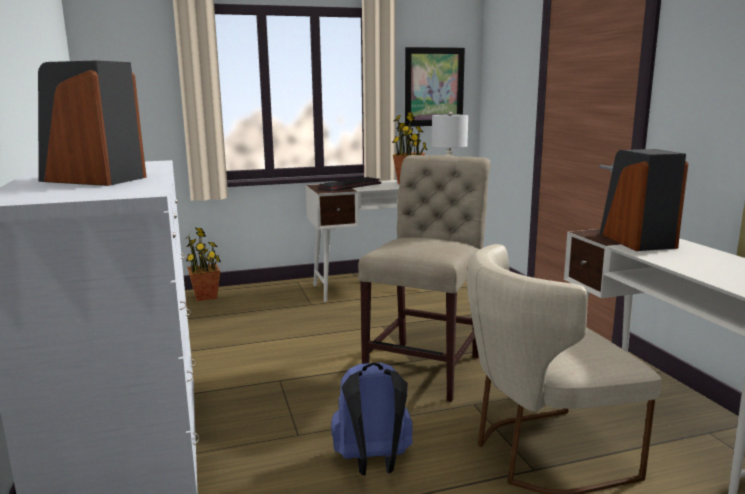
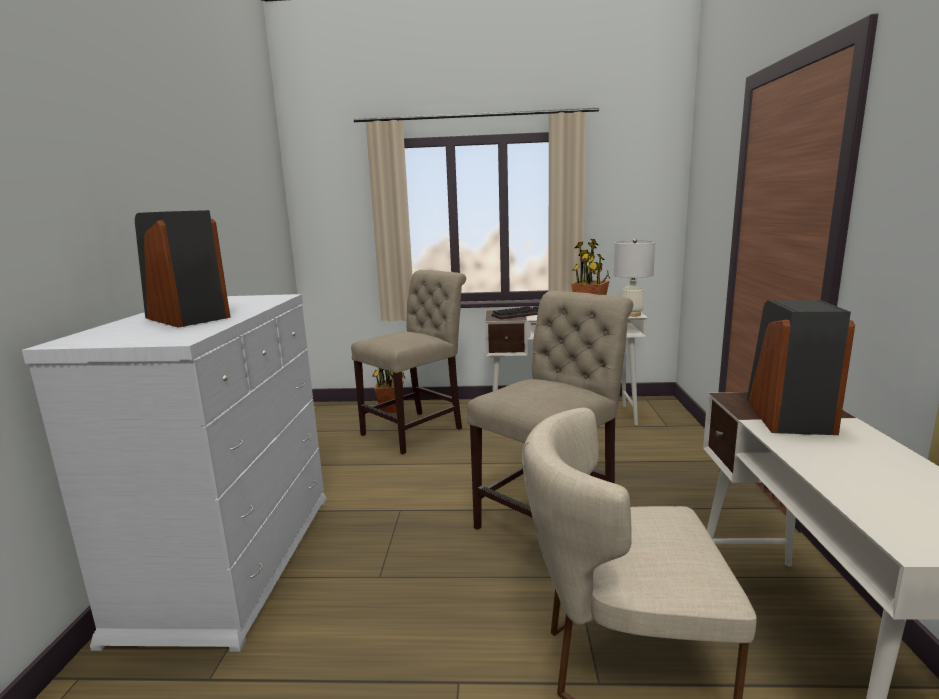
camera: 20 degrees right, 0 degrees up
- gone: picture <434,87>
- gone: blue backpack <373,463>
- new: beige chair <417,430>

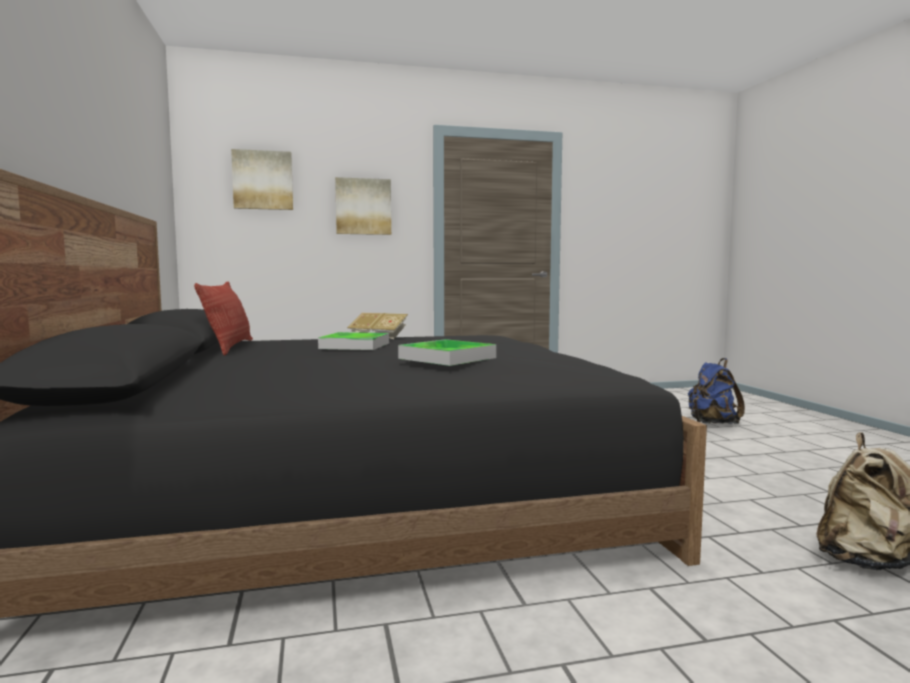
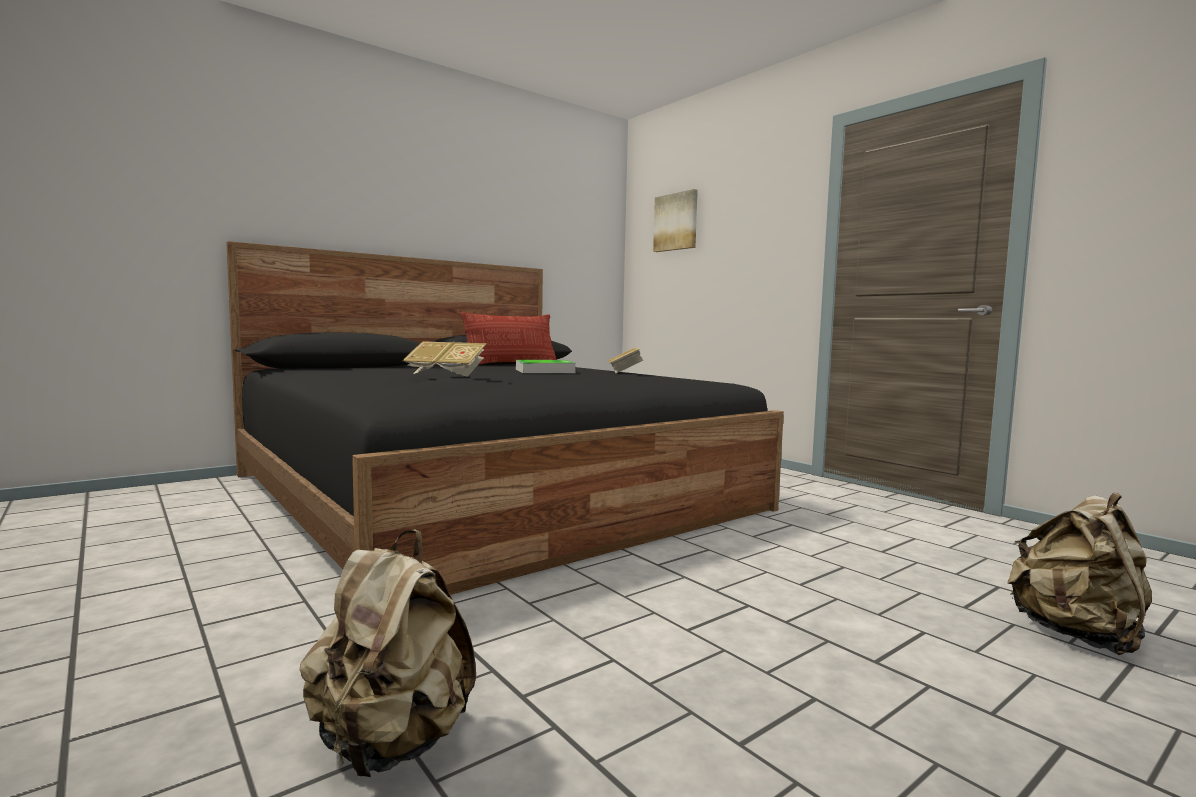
camera: 65 degrees right, 0 degrees up
- gone: picture <363,206>
- swapped: tray <447,358> to book <446,374>
- repainted: blue backpack <712,424> to beige backpack <1077,635>

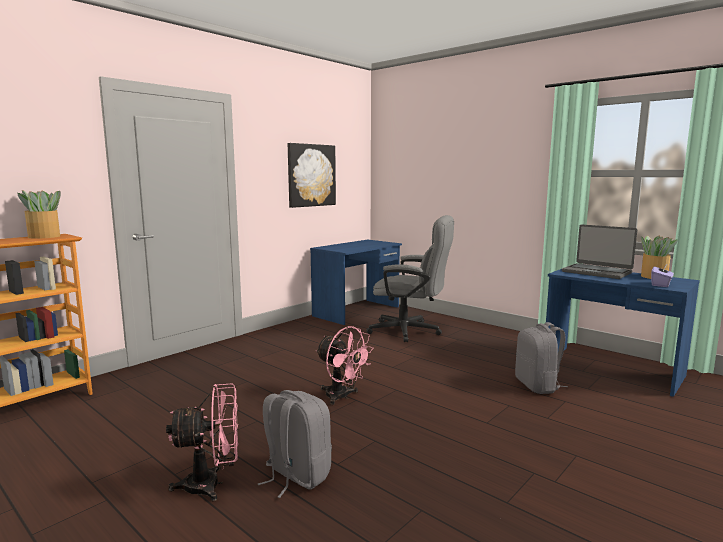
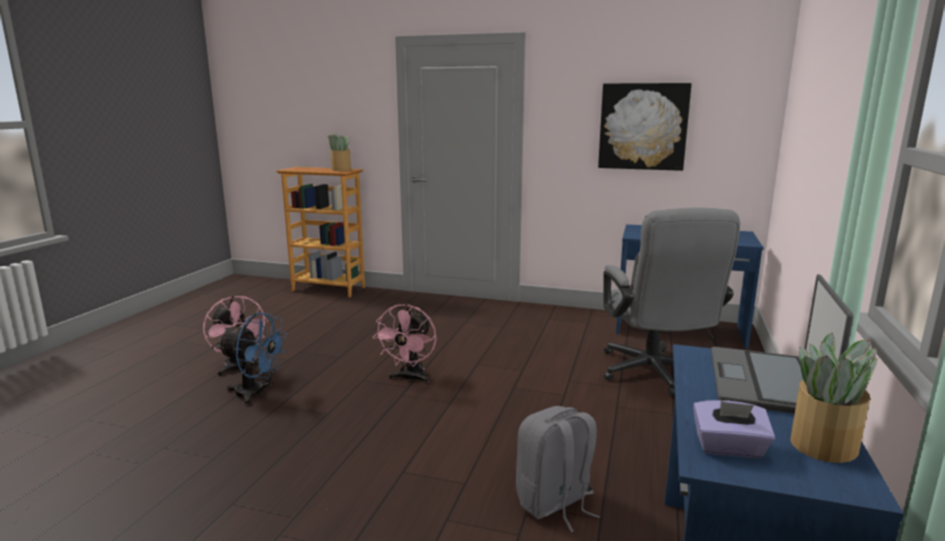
camera: 65 degrees right, 5 degrees up
- swapped: grey backpack <296,476> to blue fan <256,394>

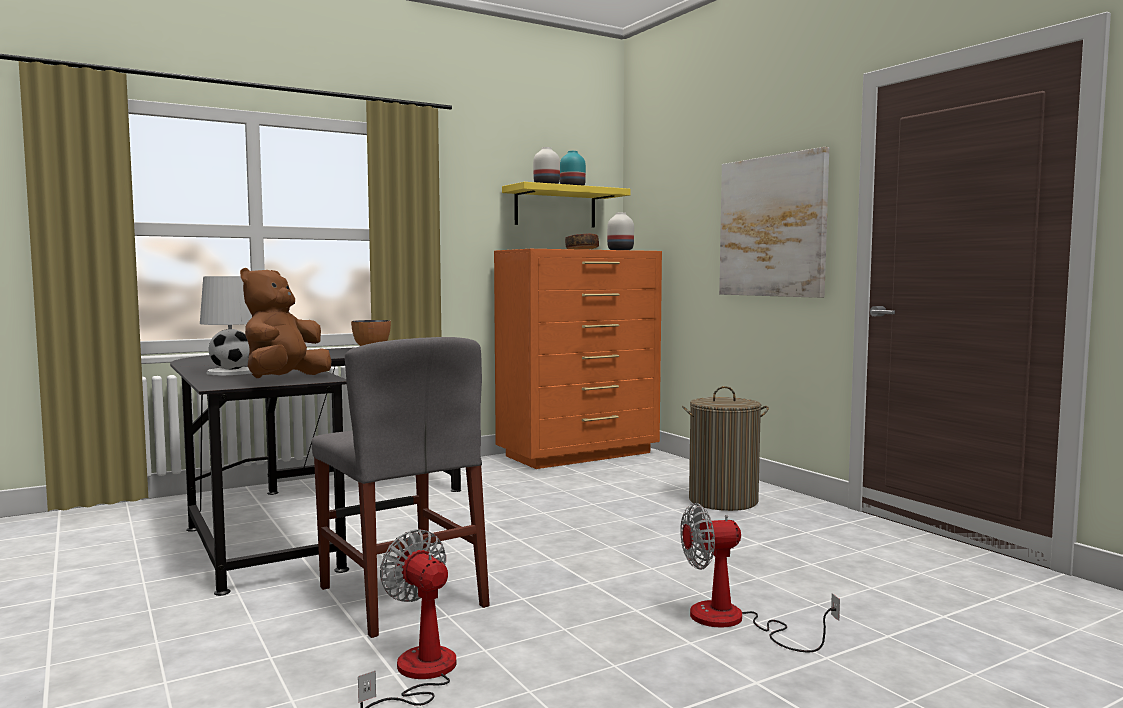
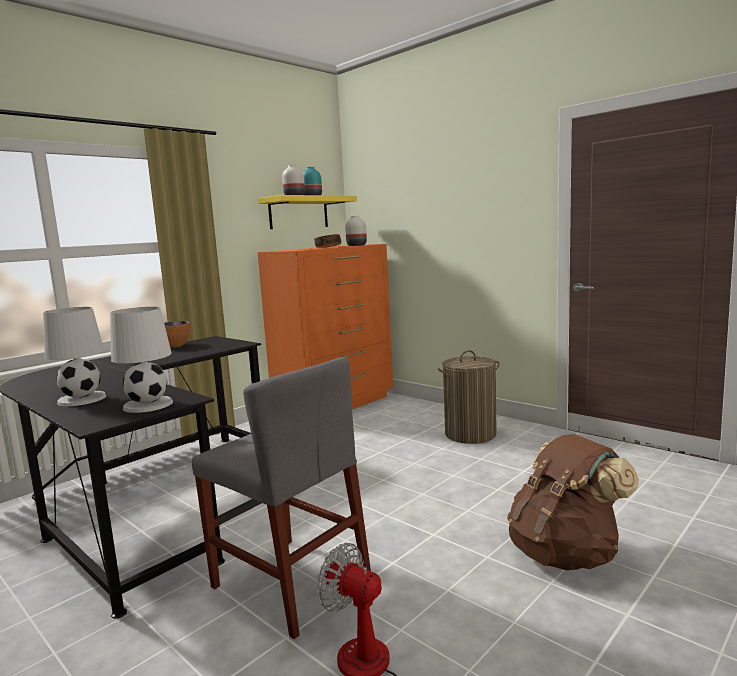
camera: 15 degrees left, 5 degrees up
- gone: picture <772,226>
- swapped: brown plush toy <284,379> to white table lamp <148,405>
- swapped: fan <734,622> to brown backpack <565,554>

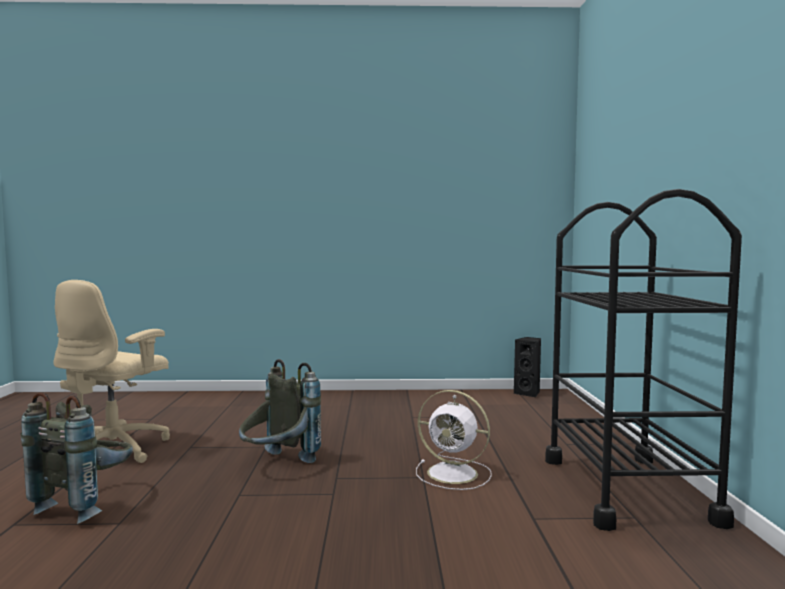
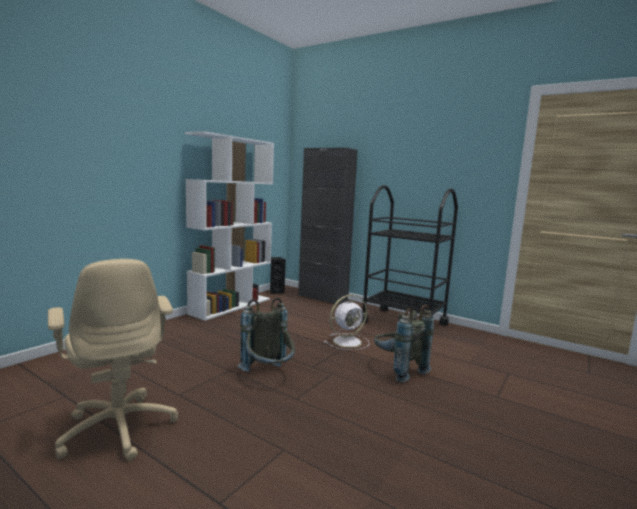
camera: 55 degrees left, 5 degrees up
- shifted: grey backpack <87,503> to <398,370>
- new: white bookcase <231,306>
- new: black cabinet <322,298>

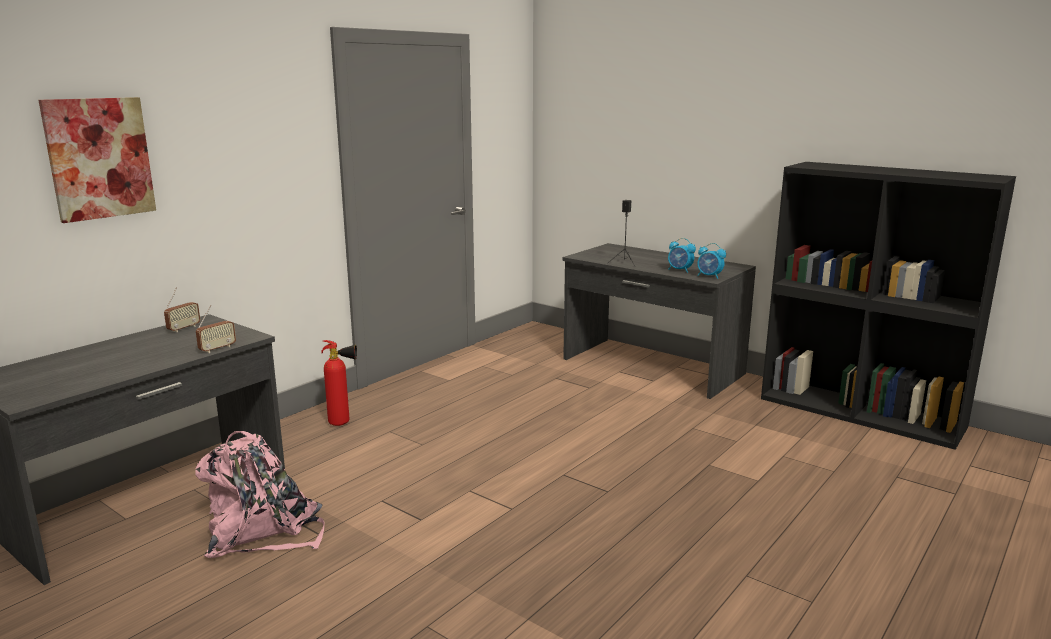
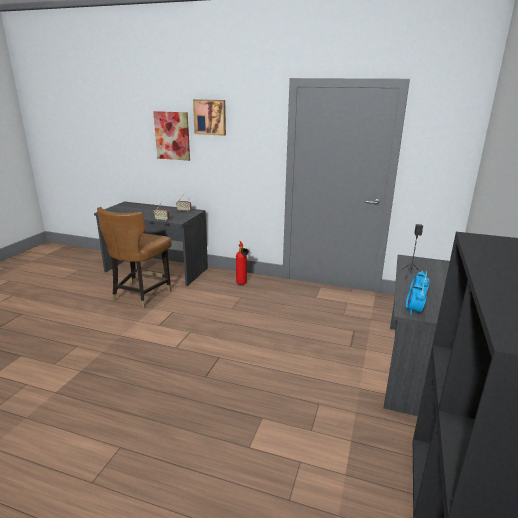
camera: 70 degrees right, 5 degrees up
- swapped: pink backpack <263,533> to brown chair <140,295>
- new: picture <210,117>

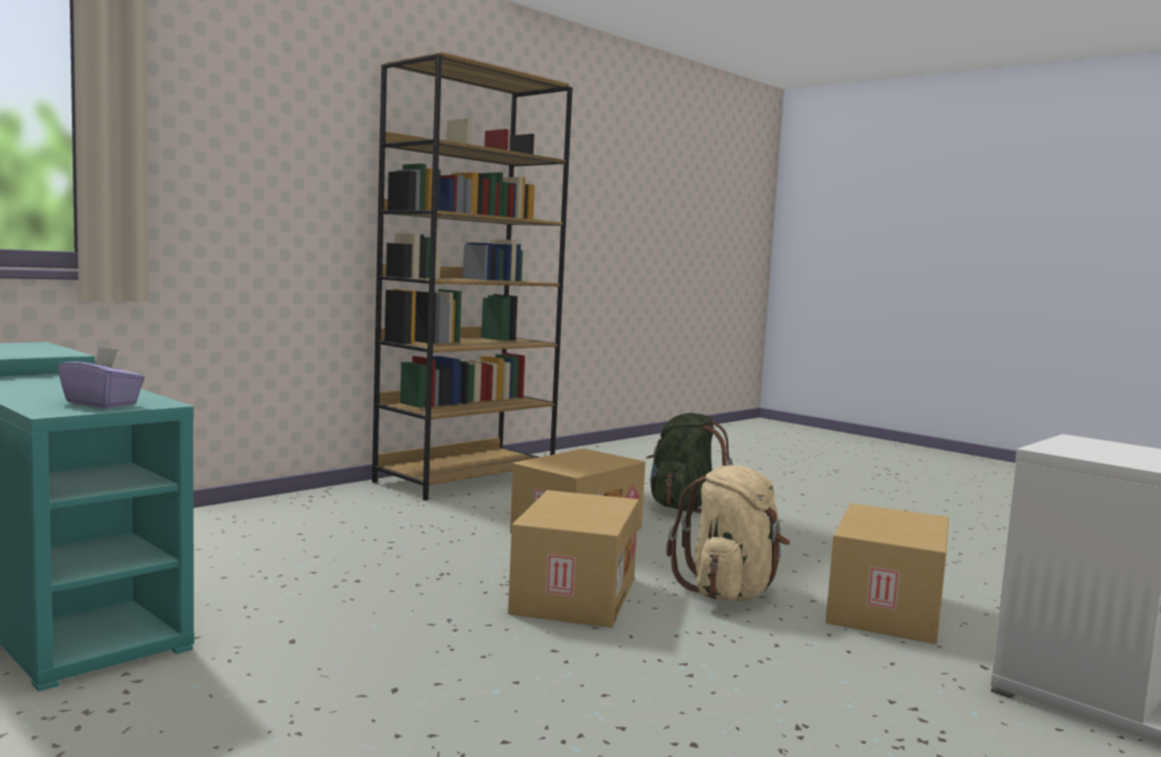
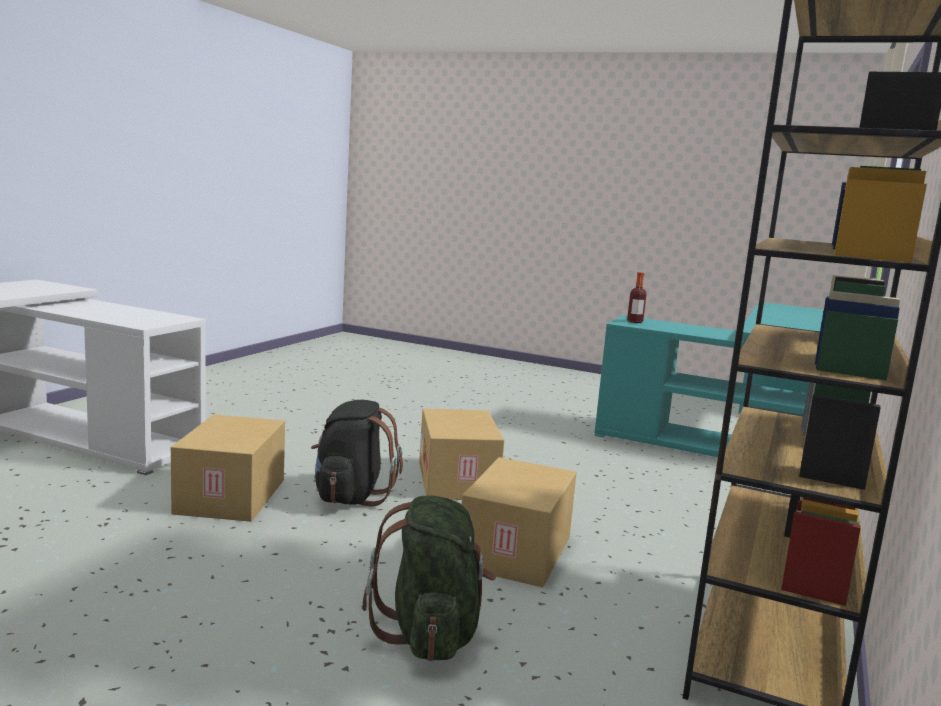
camera: 160 degrees right, 5 degrees up
- swapped: purple tissue box <102,403> to bottle <635,321>
- repainted: beige backpack <730,592> to black backpack <350,496>

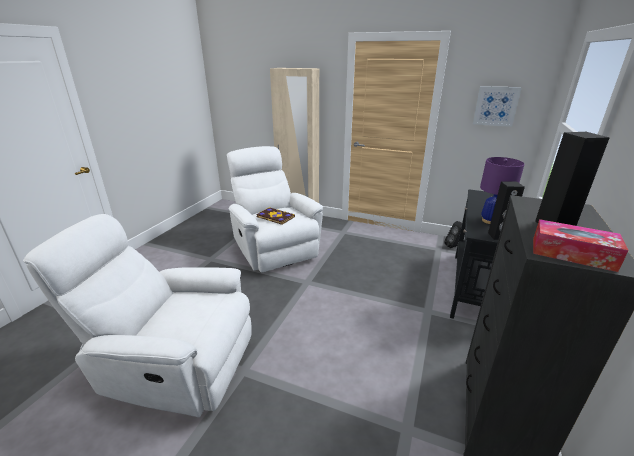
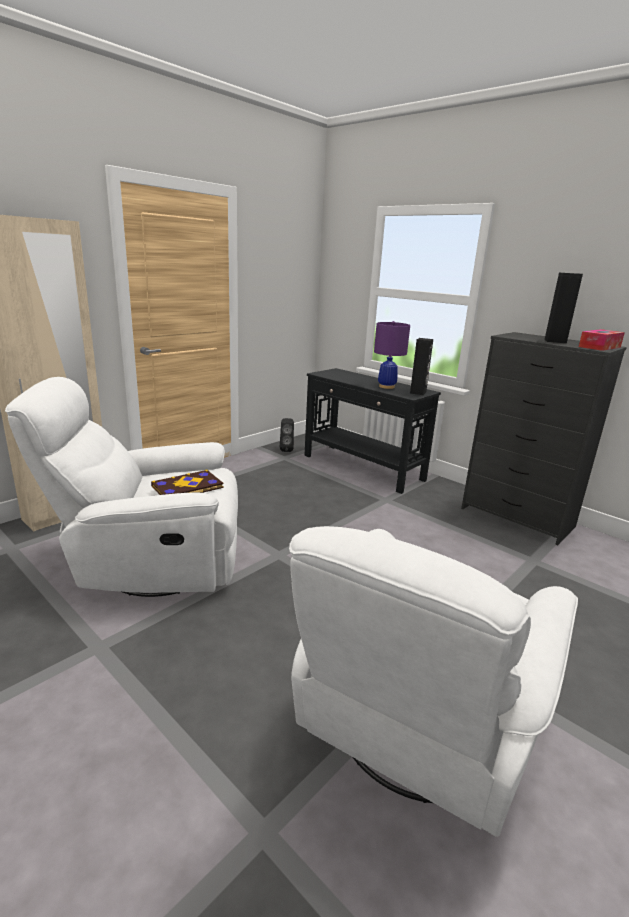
camera: 70 degrees left, 5 degrees down
- gone: picture <496,106>

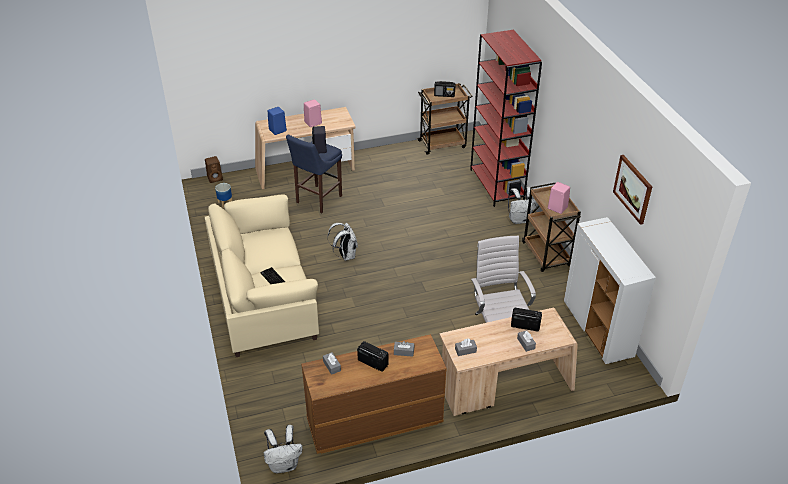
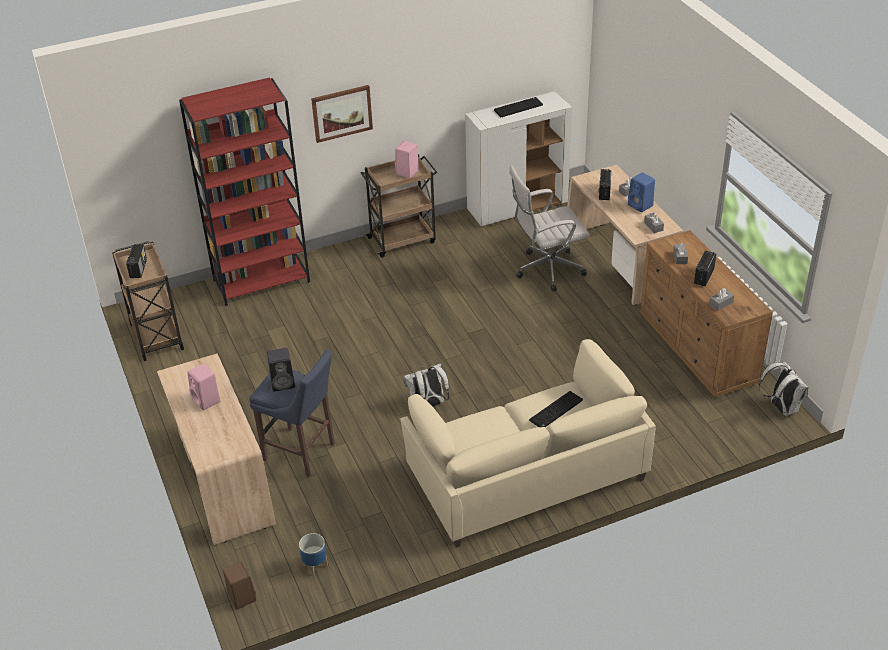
camera: 95 degrees left, 0 degrees up
- shifted: blue speaker <277,130> to <641,206>
- shifted: picture <633,189> to <342,113>
- gone: white backpack <519,219>
- new: keyboard <518,107>

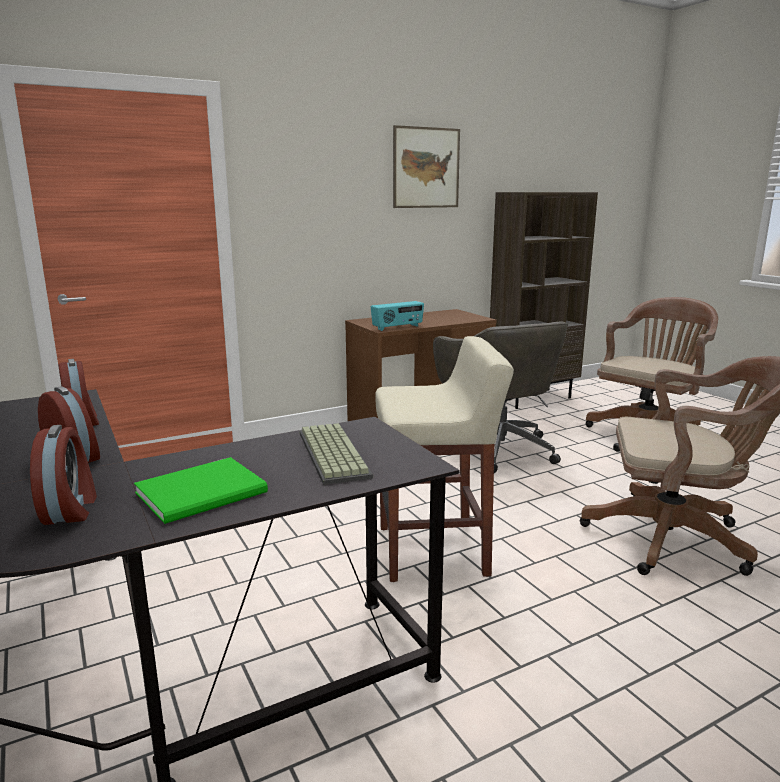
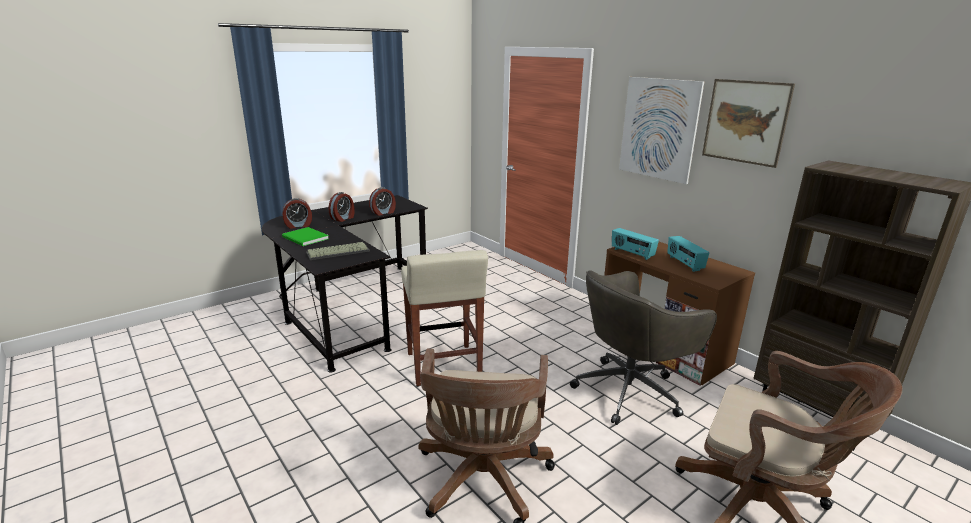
camera: 80 degrees right, 5 degrees up
- new: picture <658,129>
- new: radio <684,263>

